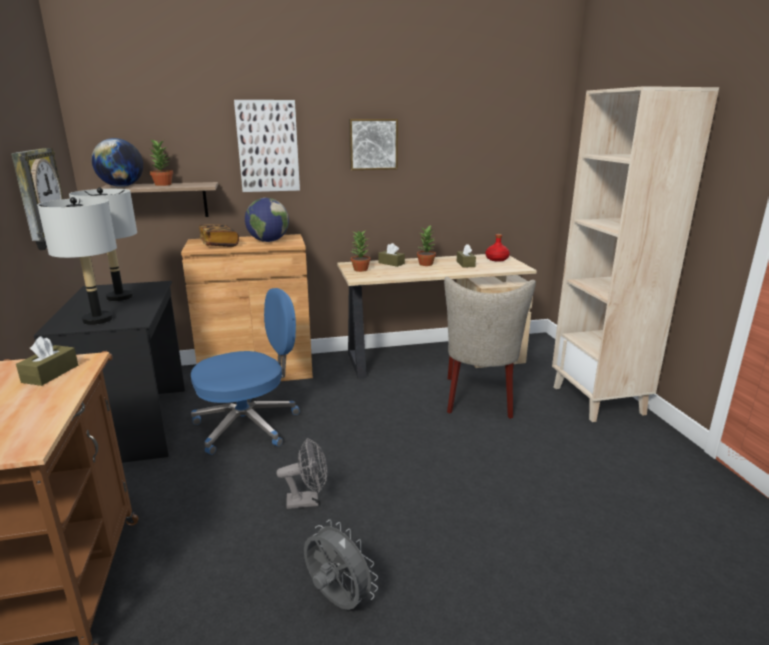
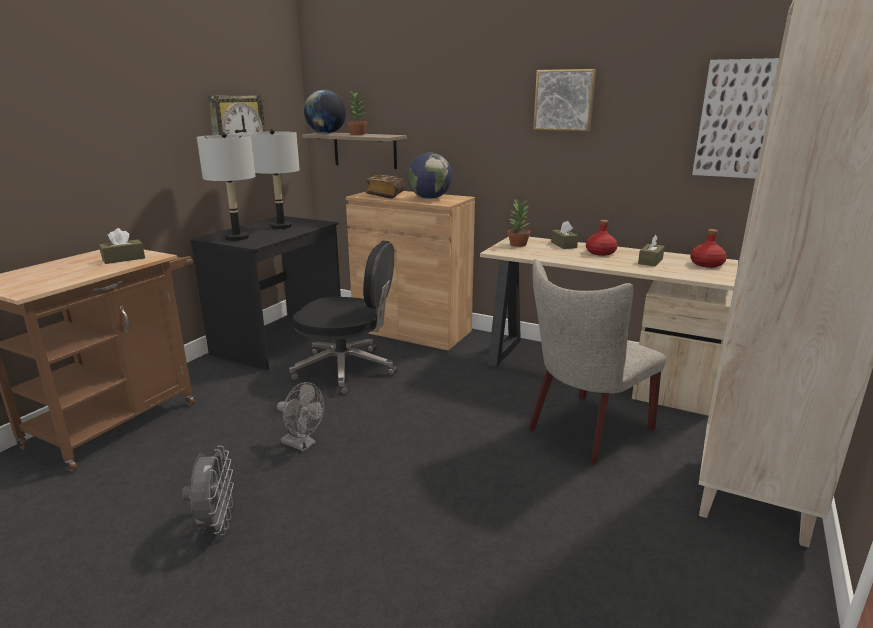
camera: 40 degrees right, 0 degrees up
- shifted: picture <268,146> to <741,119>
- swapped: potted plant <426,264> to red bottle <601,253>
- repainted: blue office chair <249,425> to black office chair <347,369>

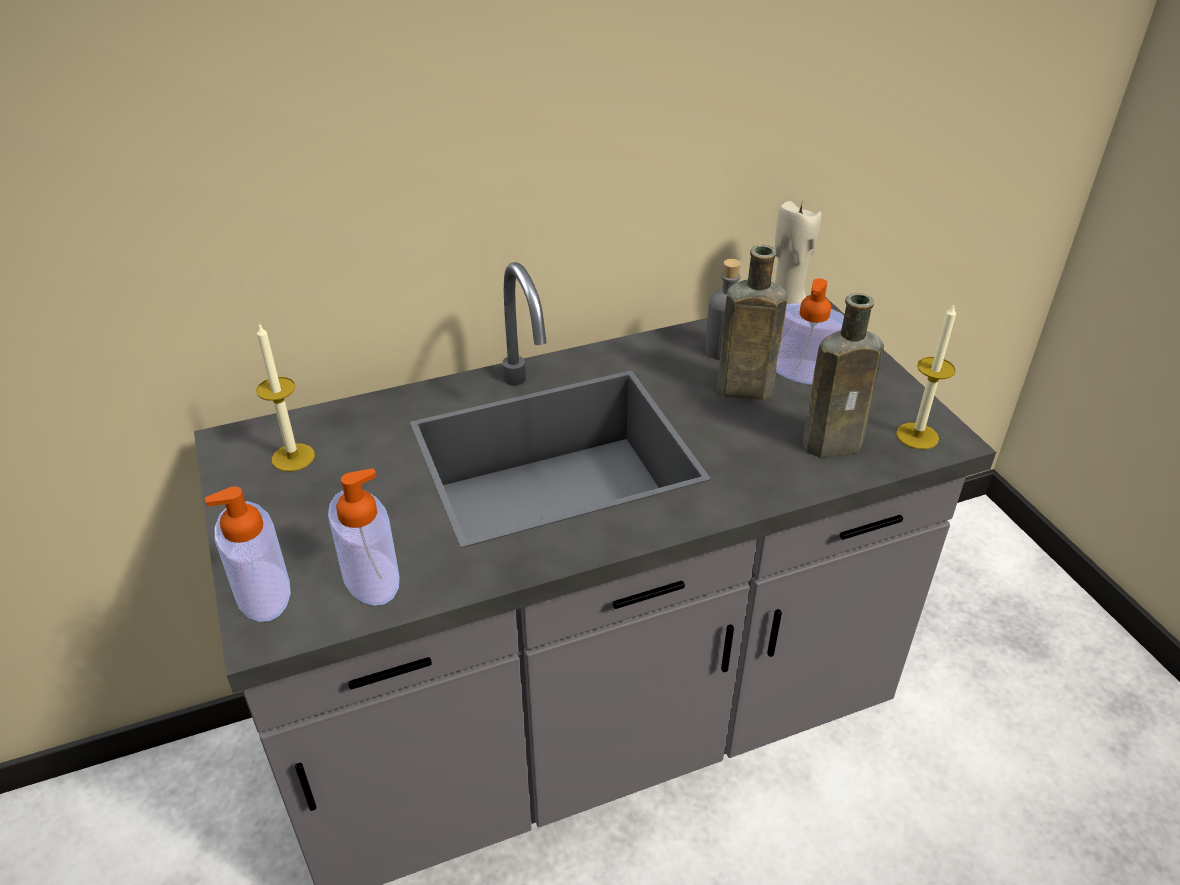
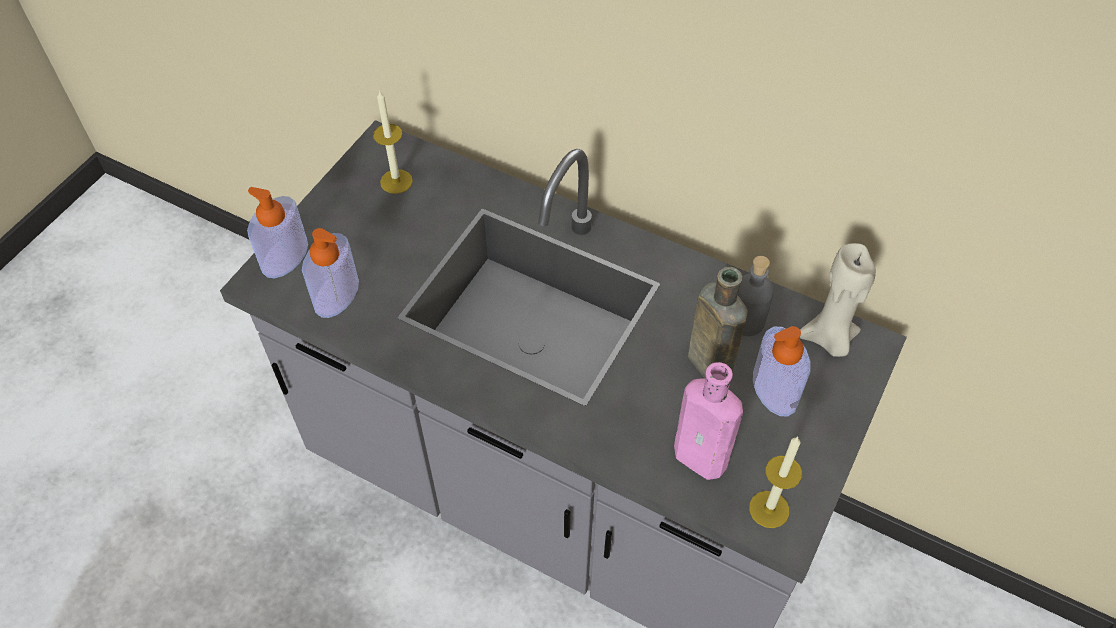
camera: 50 degrees right, 15 degrees up
- repainted: brown bottle <836,443> to pink bottle <703,460>

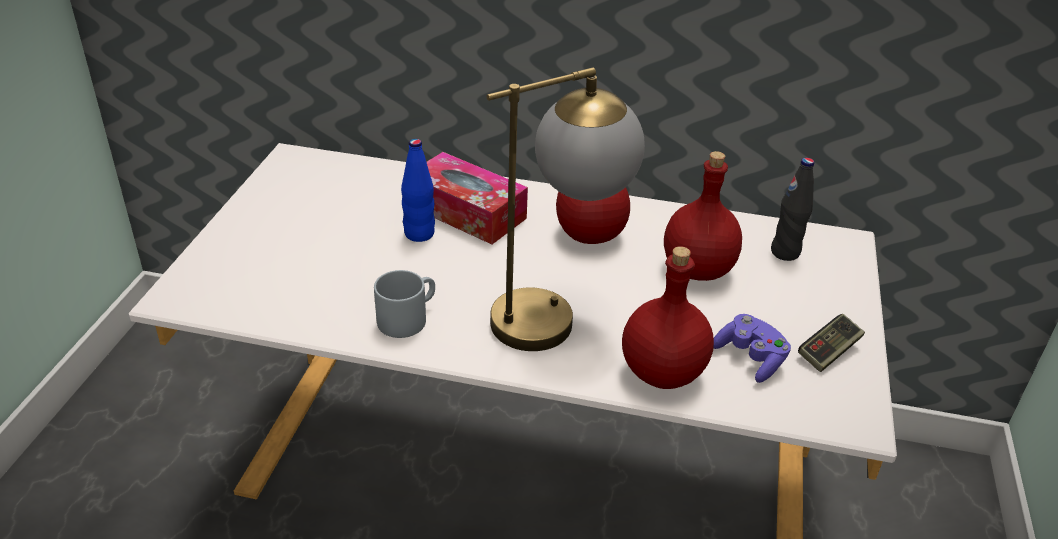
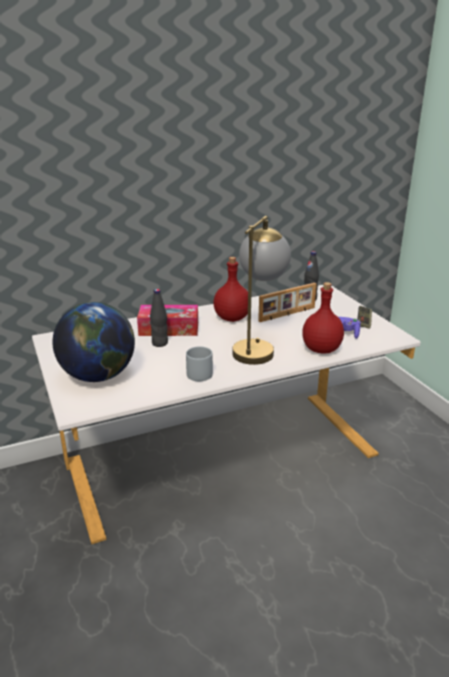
camera: 35 degrees left, 10 degrees down
- repainted: blue bottle <419,234> to black bottle <160,343>
- swapped: red bottle <698,269> to picture frame <287,314>
- new: globe <98,375>

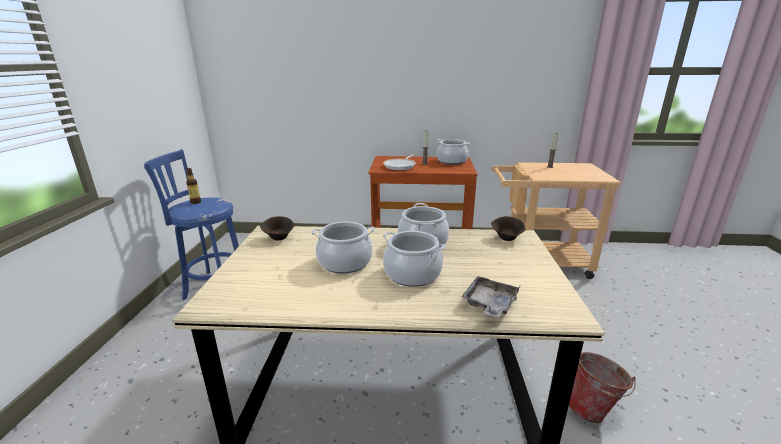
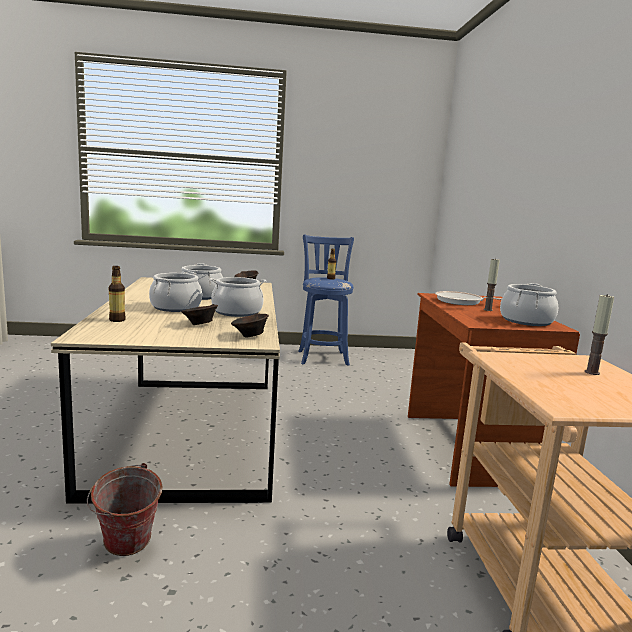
camera: 80 degrees right, 10 degrees down
- swapped: grey tray <489,304> to bottle <117,320>
- new: brown bowl <199,324>

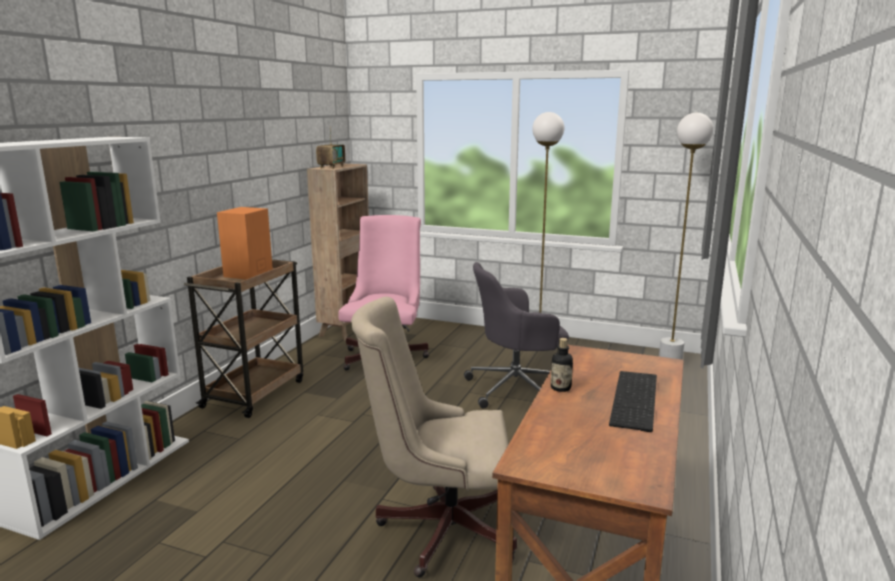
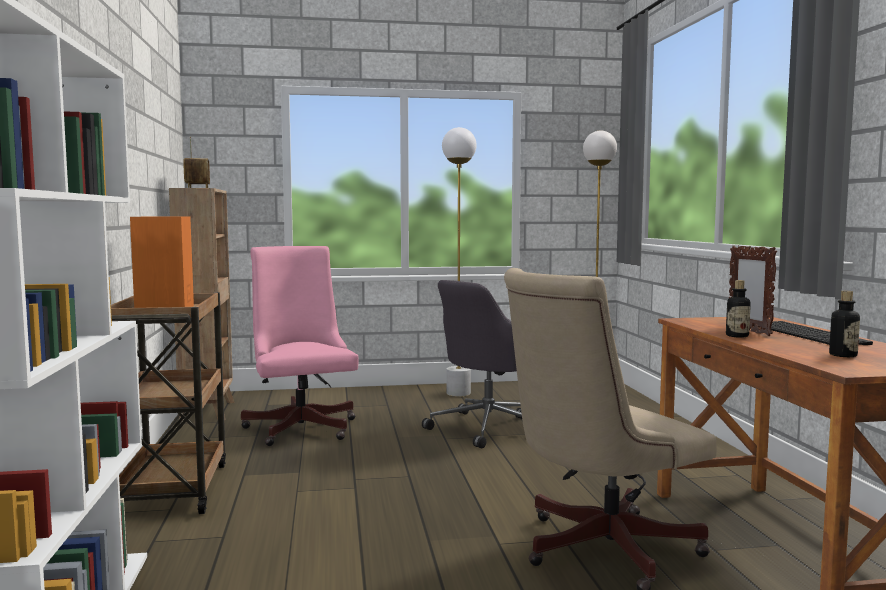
camera: 30 degrees left, 10 degrees down
- new: picture frame <749,331>
- new: bottle <843,355>

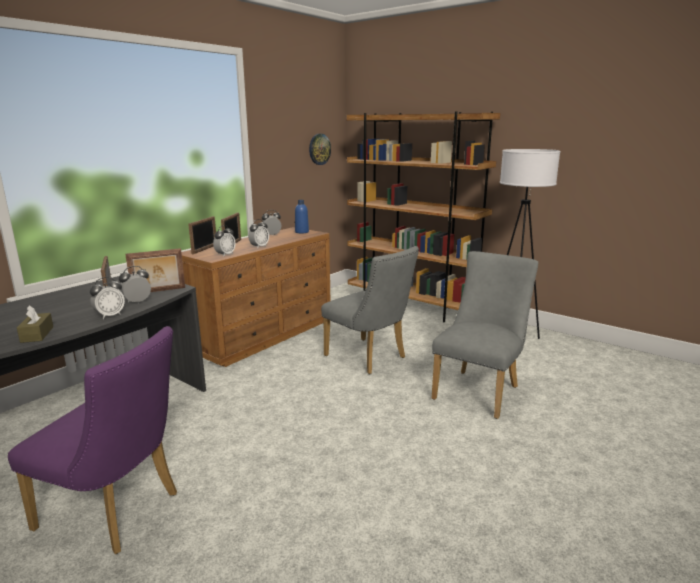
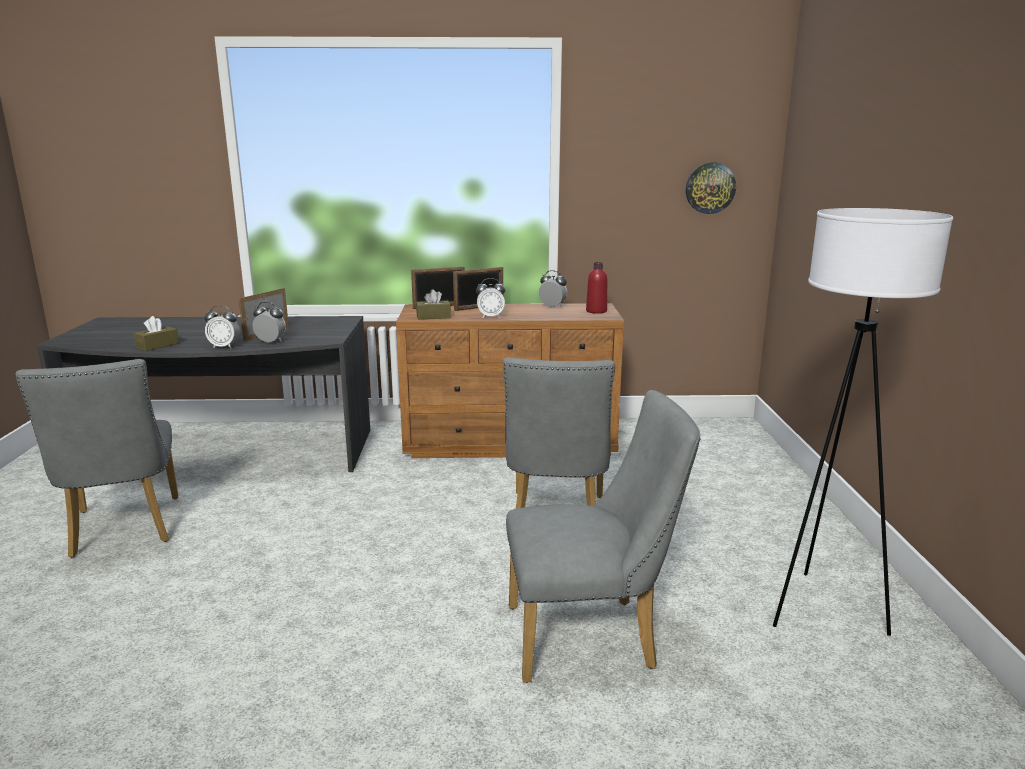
camera: 50 degrees right, 0 degrees up
- gone: brown bookcase <412,306>
- repainted: blue bottle <302,232> to red bottle <596,311>
- swapped: alarm clock <225,255> to brown tissue box <433,316>
- gone: picture frame <158,291>
- repainted: purple chair <117,512> to grey chair <124,530>

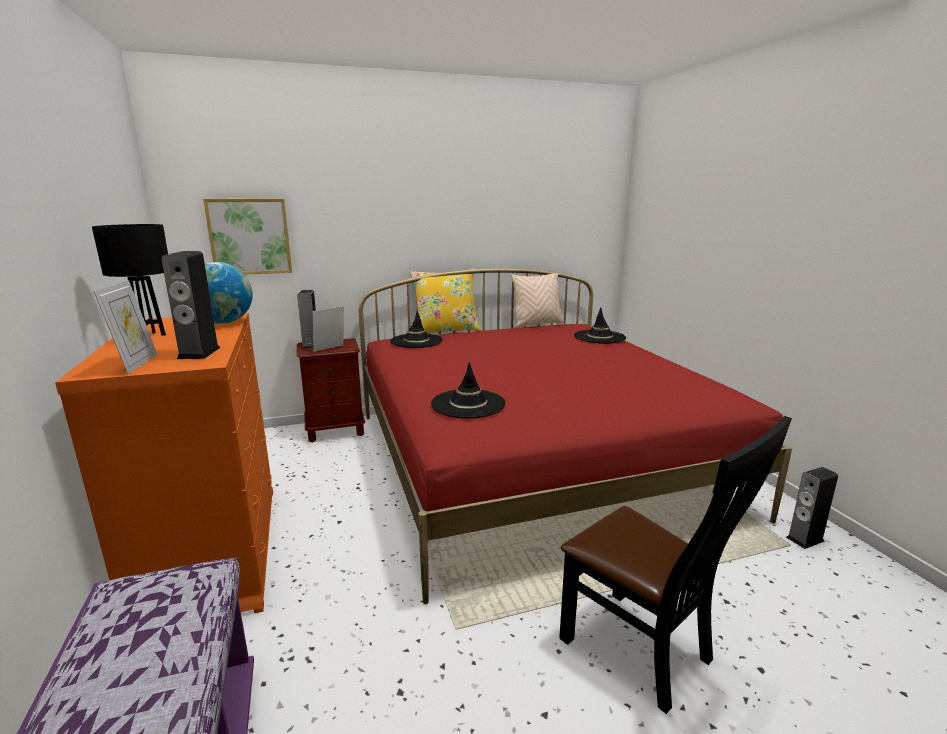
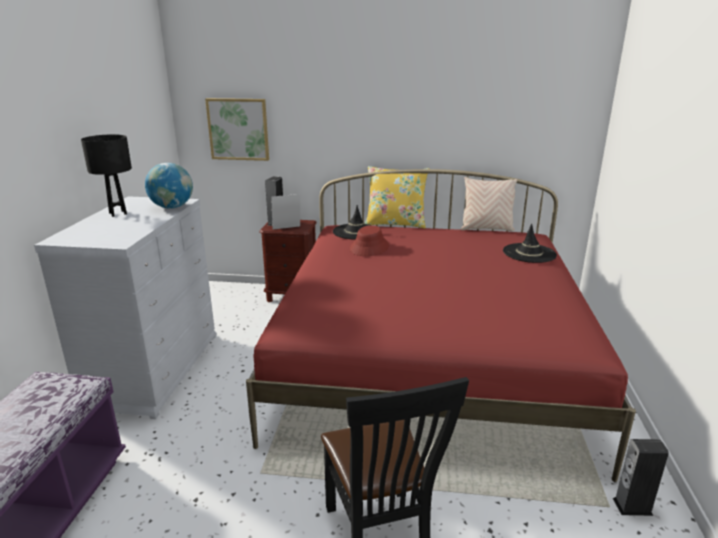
camera: 25 degrees right, 5 degrees up
- gone: speaker <199,353>
- gone: picture frame <136,364>
- repainted: orange dresser <212,550> to white dresser <153,368>
- gone: black hat <468,404>
- new: red hat <369,247>

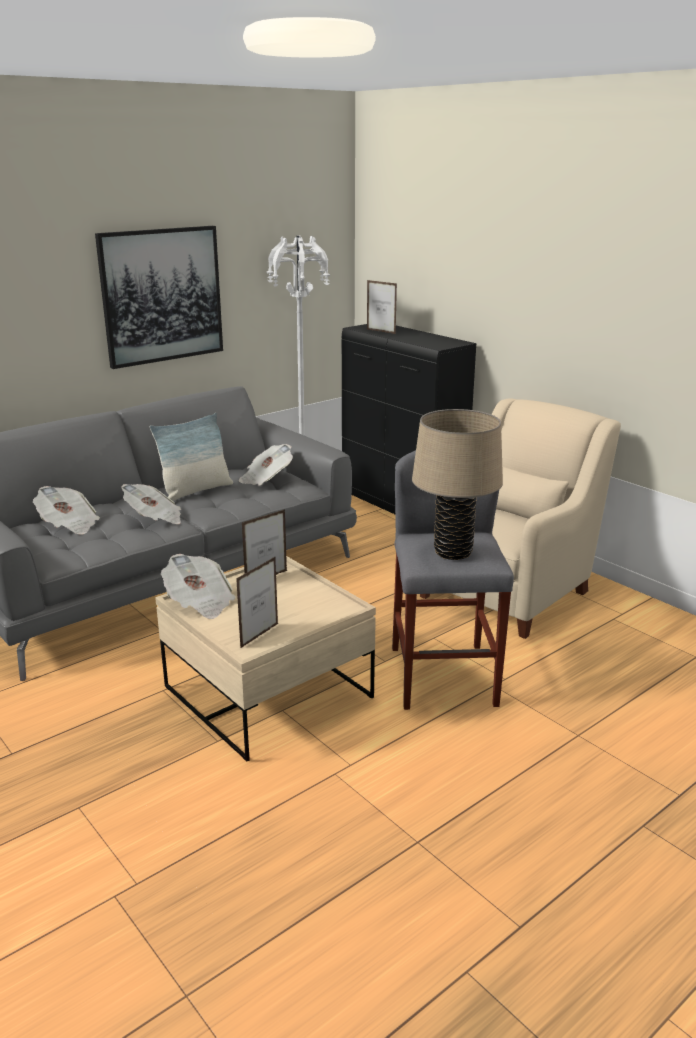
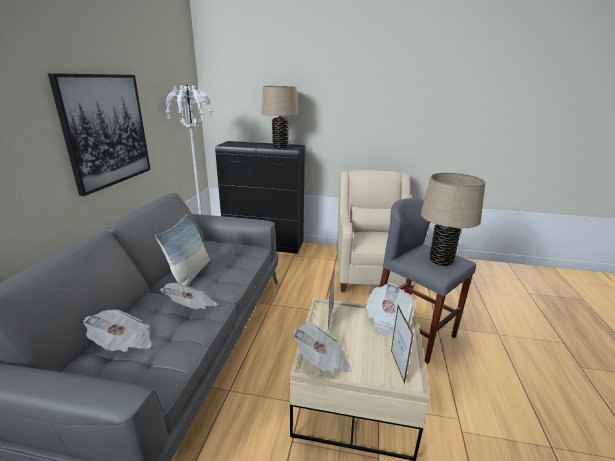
camera: 40 degrees left, 0 degrees up
- gone: picture frame <381,331>
- shifted: newspaper <266,479> to <387,321>
- new: beige table lamp <280,147>

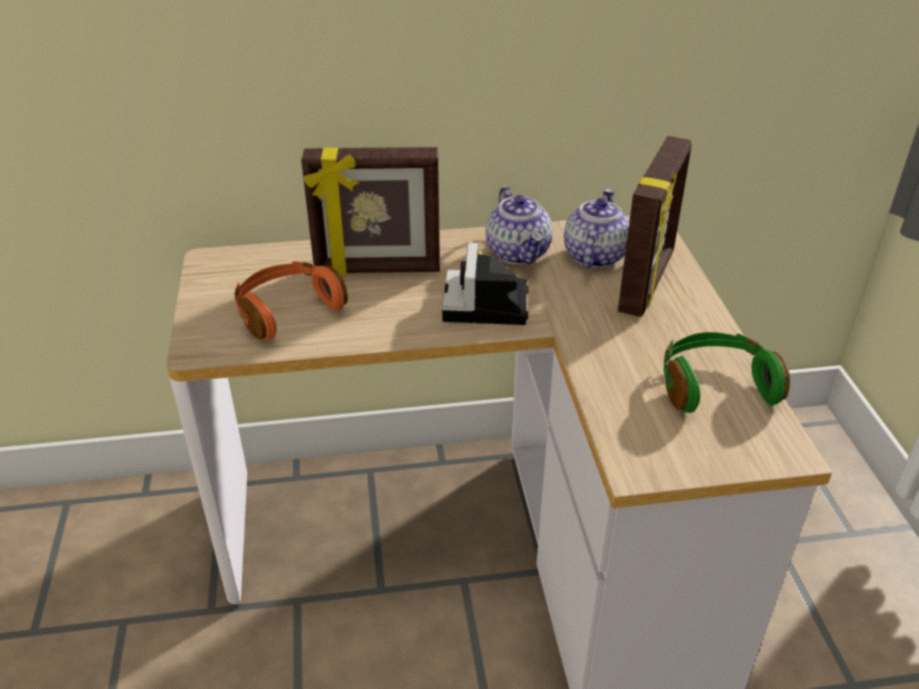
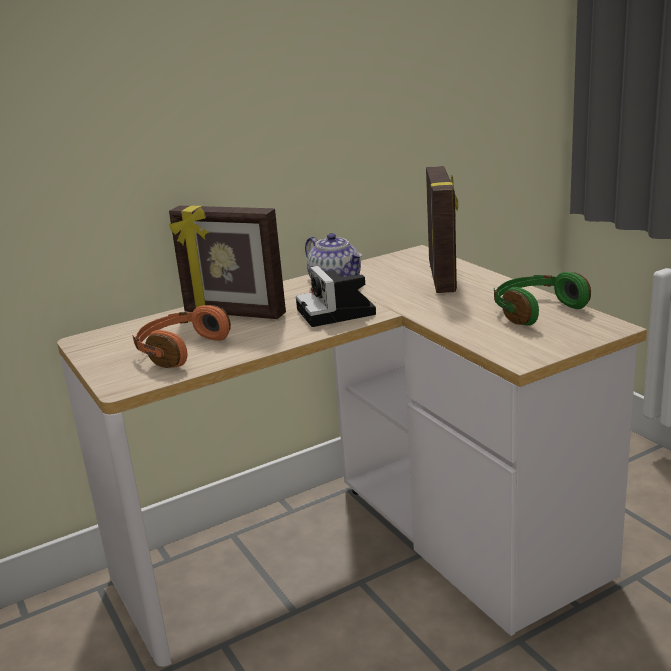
camera: 20 degrees left, 15 degrees down
- rotated: picture frame <377,269> = <233,314> 45 degrees clockwise
- gone: teapot <594,255>

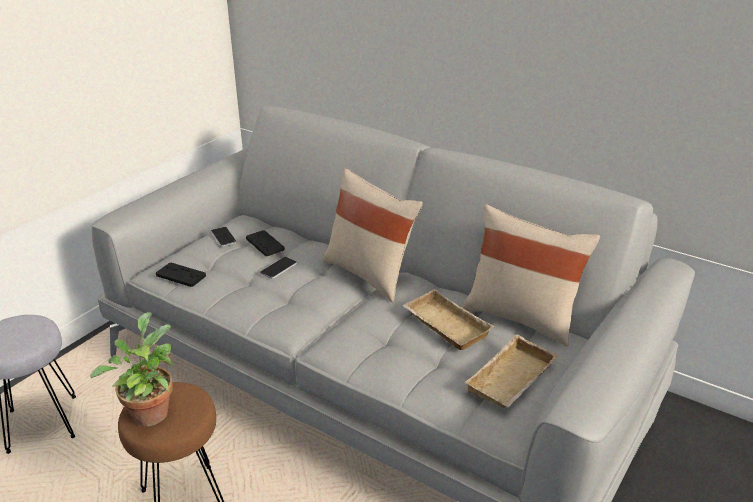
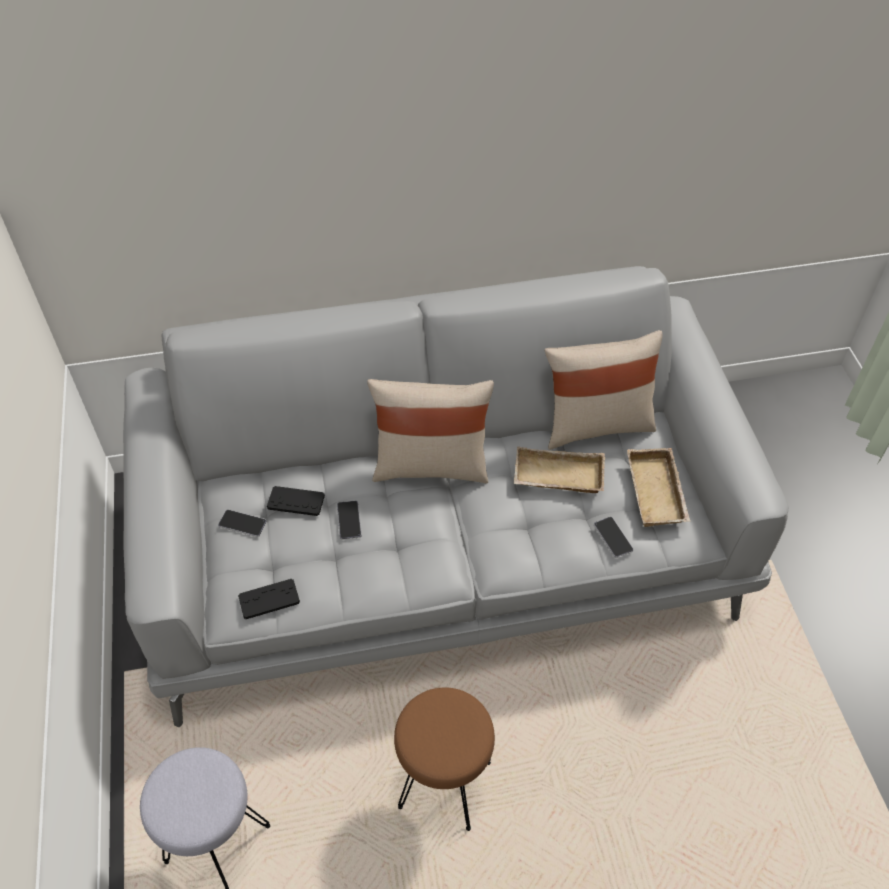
camera: 45 degrees left, 20 degrees up
- gone: potted plant <149,411>
- new: phone <613,537>

